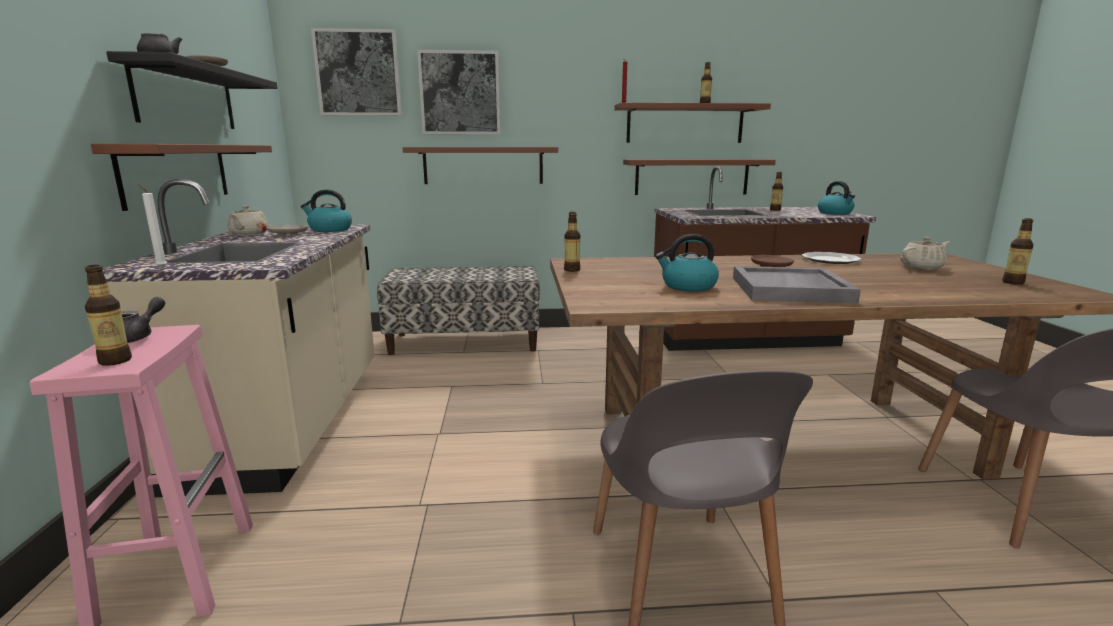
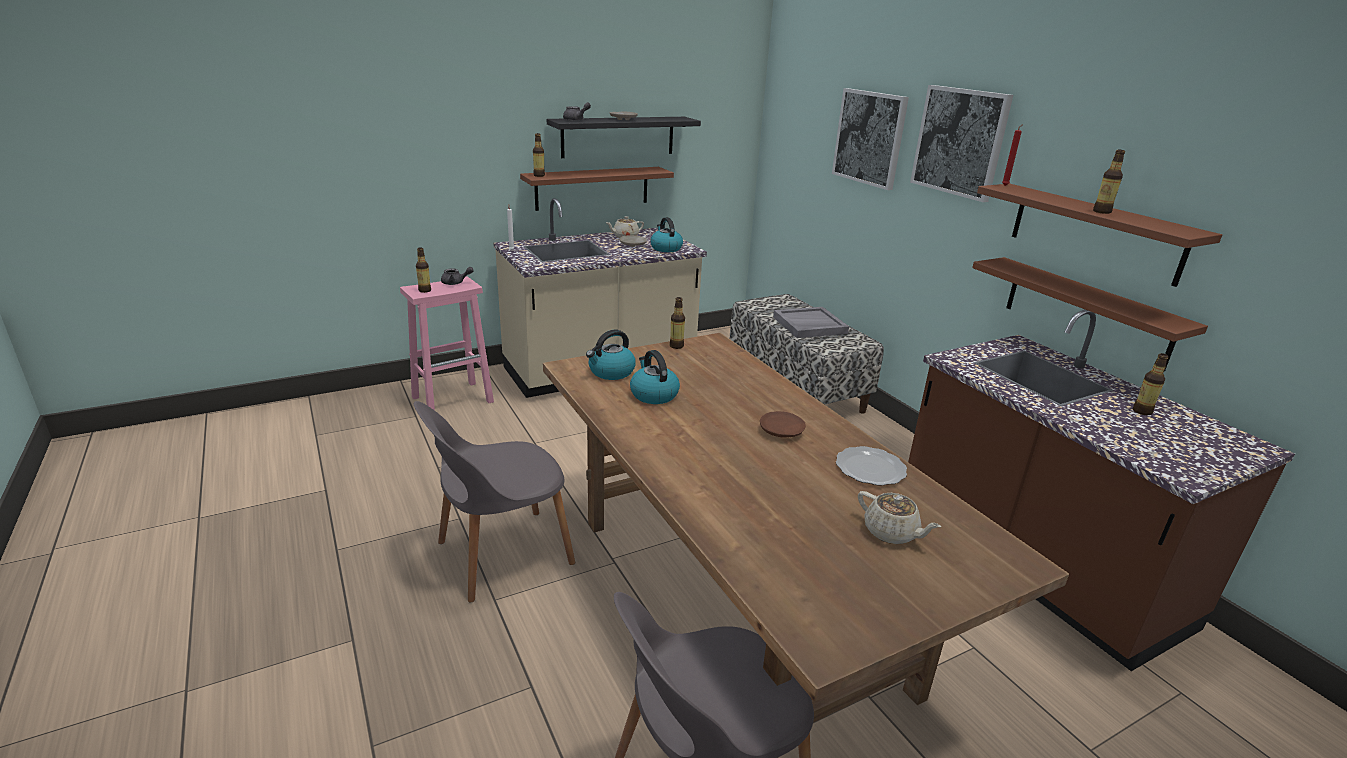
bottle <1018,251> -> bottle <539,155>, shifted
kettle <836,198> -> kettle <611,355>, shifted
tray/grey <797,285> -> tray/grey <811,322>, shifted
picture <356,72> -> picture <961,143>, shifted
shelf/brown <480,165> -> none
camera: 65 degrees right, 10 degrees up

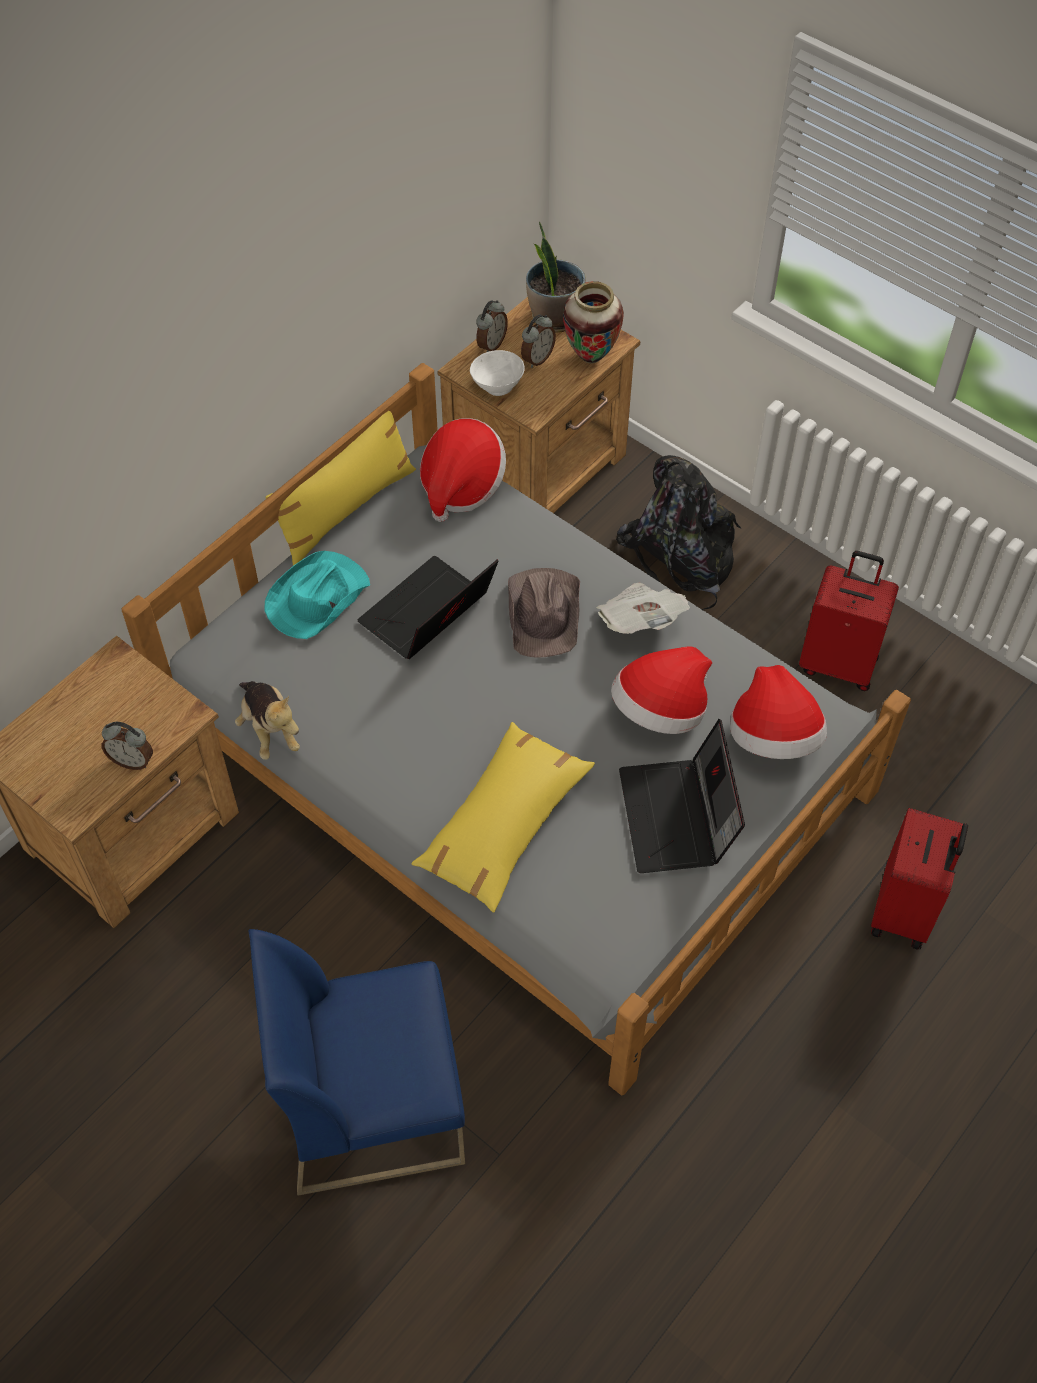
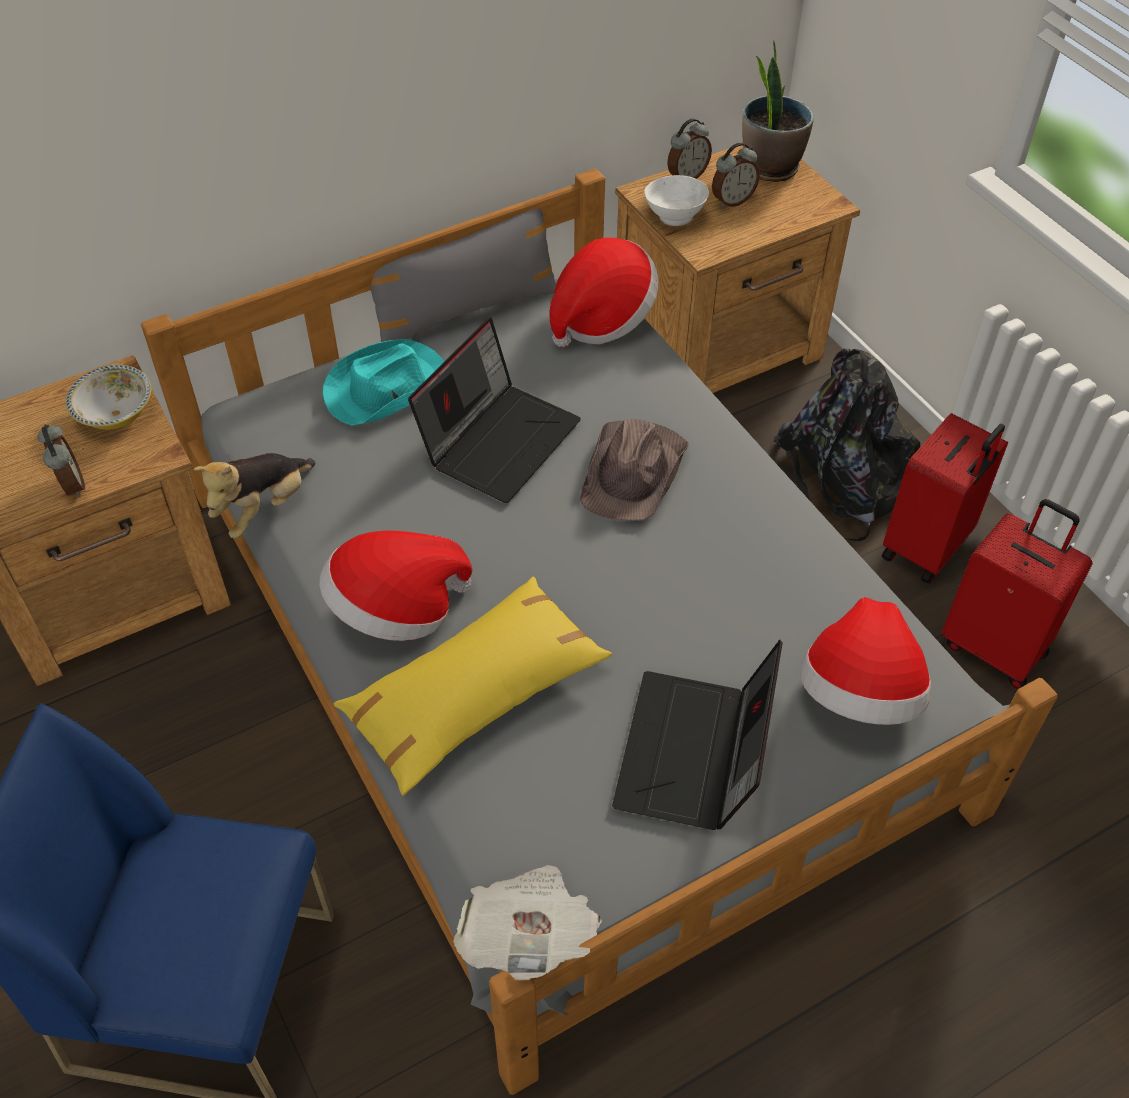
alarm clock <127,746> -> alarm clock <61,461>, 150 degrees counterclockwise
none -> bowl <108,397>
plush toy <267,720> -> plush toy <254,496>, 45 degrees clockwise
hat <661,690> -> hat <395,586>, shifted
pillow/yellow <340,488> -> pillow/grey <458,275>
laptop <427,607> -> laptop <494,410>, 150 degrees clockwise
newspaper <643,608> -> newspaper <527,923>, shifted
suitcase/red <919,879> -> suitcase/red <945,498>, shifted
vase <593,322> -> none
camera: 20 degrees right, 5 degrees down

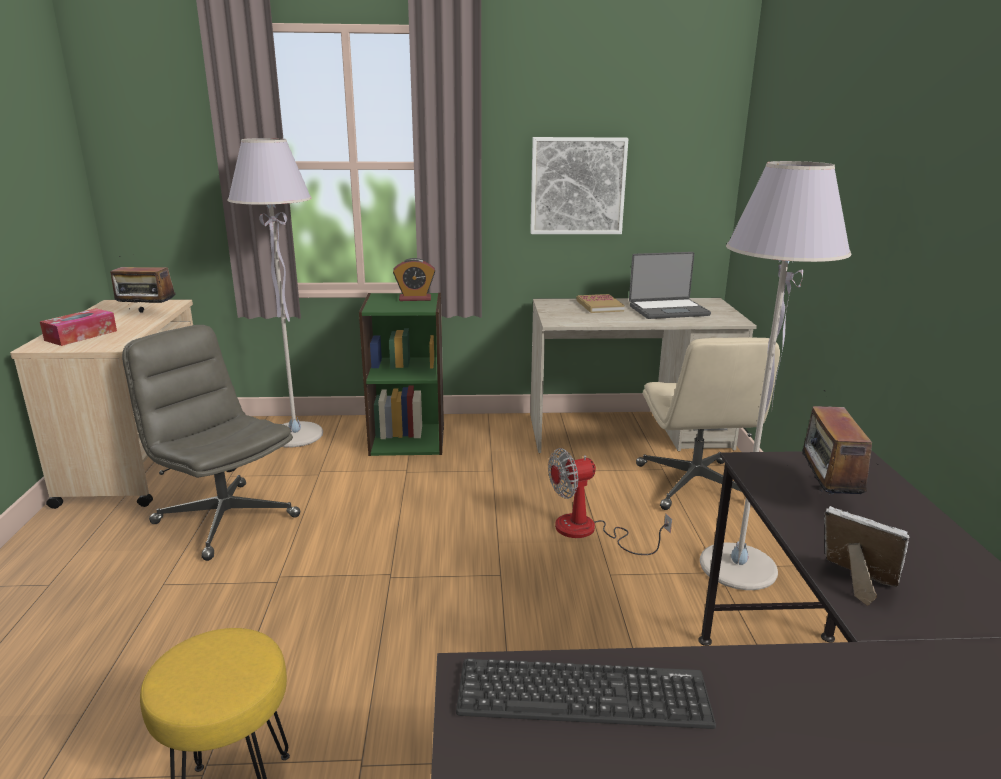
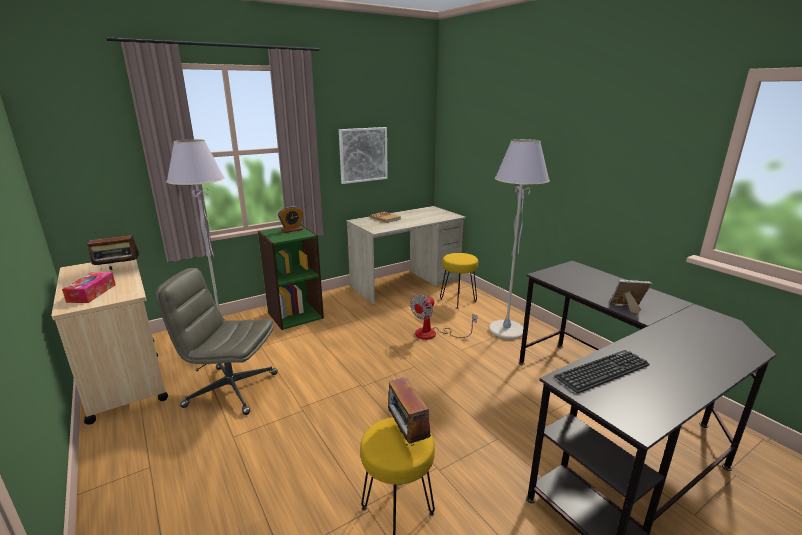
radio <840,442> -> radio <409,410>, shifted
office chair/beige <708,423> -> stool/yellow <459,281>
laptop <670,285> -> none
camera: 30 degrees left, 0 degrees up

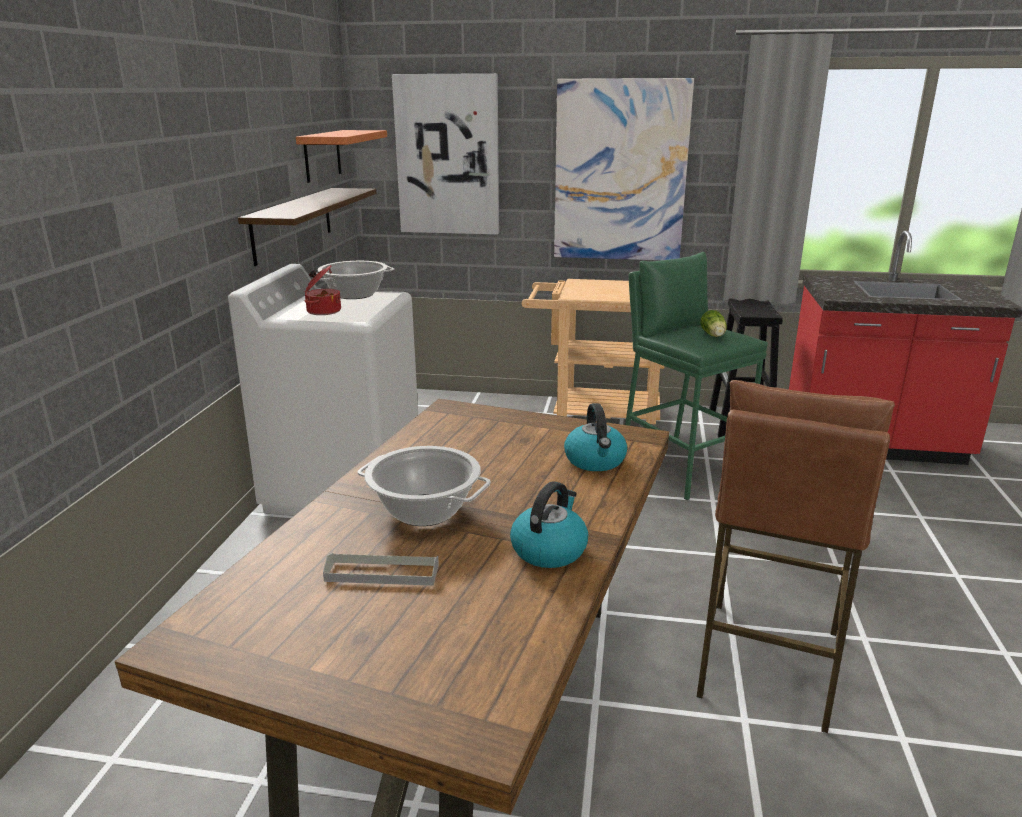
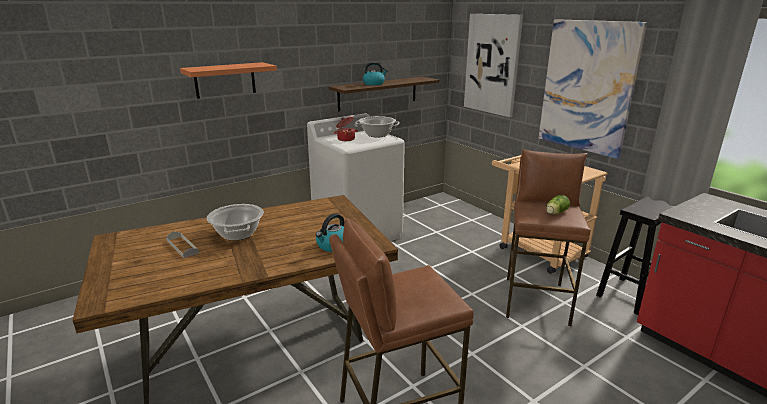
shelf <341,156> -> shelf <228,80>, shifted
kettle <549,525> -> kettle <375,73>, shifted
stool/green <696,376> -> stool/brown <548,237>
camera: 45 degrees right, 0 degrees up

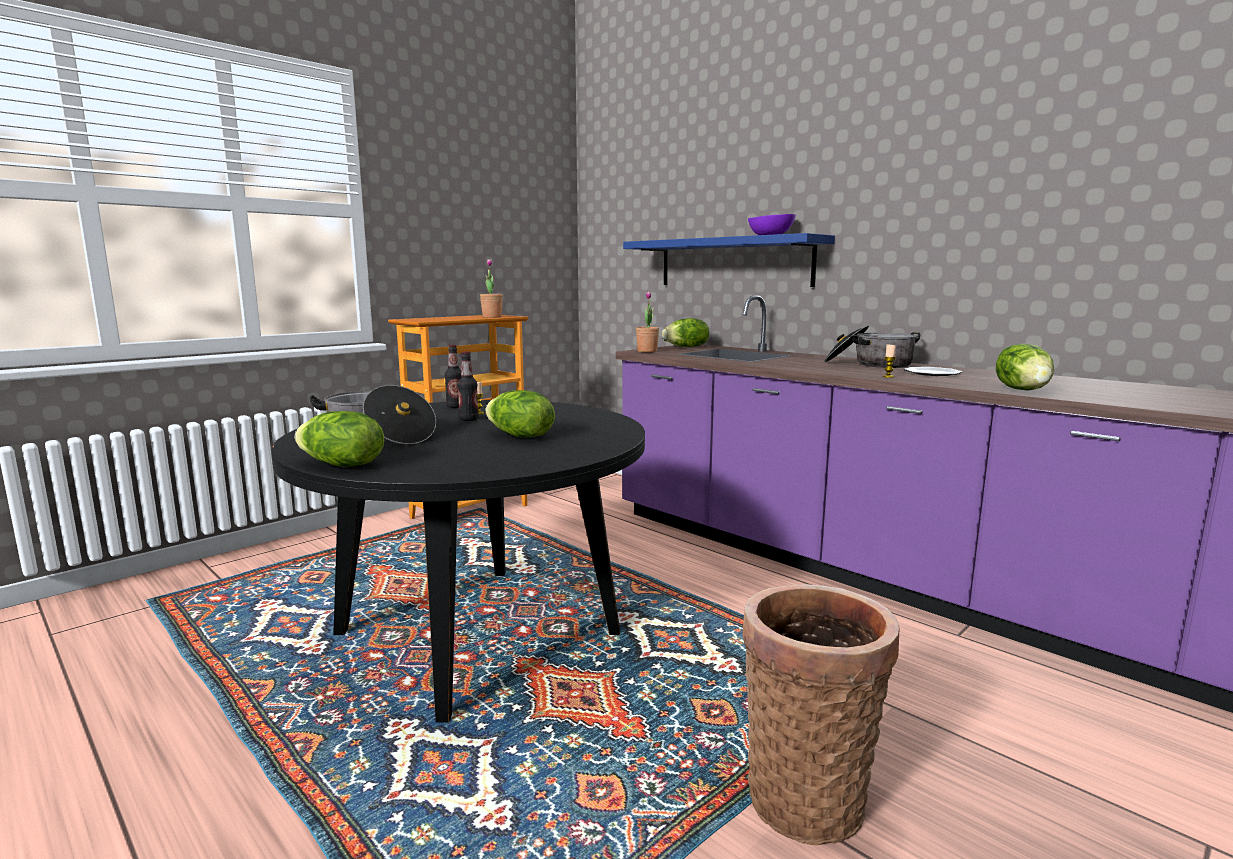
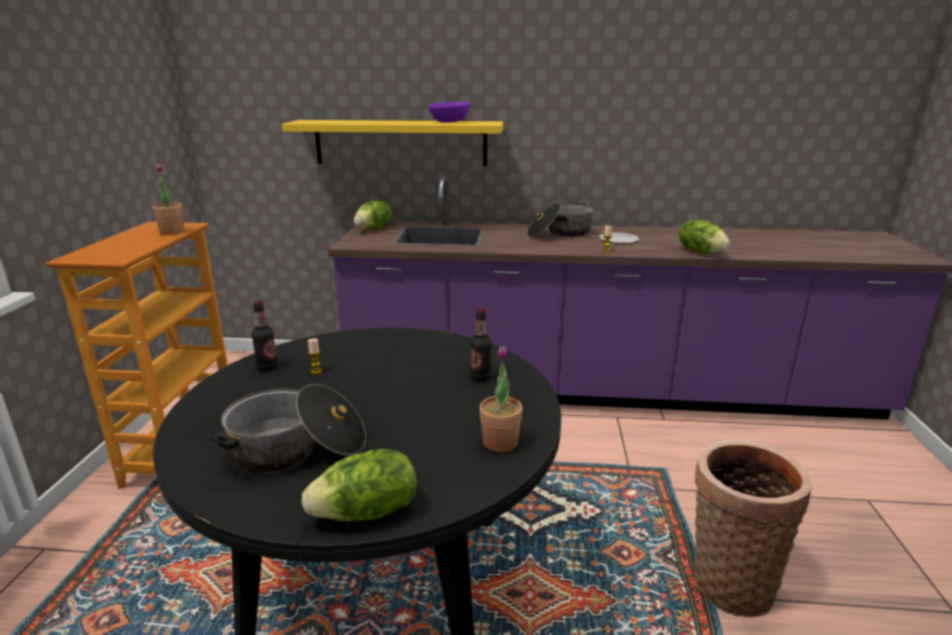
shelf/blue <729,260> -> shelf/yellow <393,143>
bottle <468,386> -> bottle <481,344>, shifted
potted plant <647,322> -> potted plant <501,399>, shifted
lettuce <520,413> -> none
camera: 40 degrees left, 10 degrees up

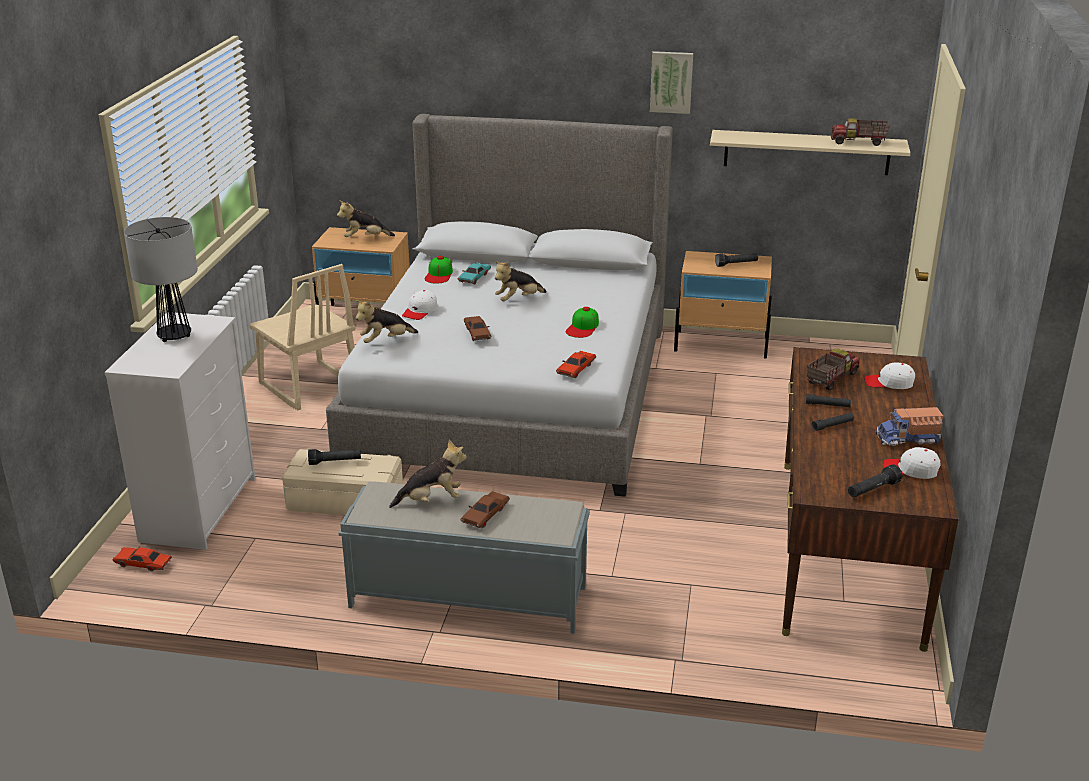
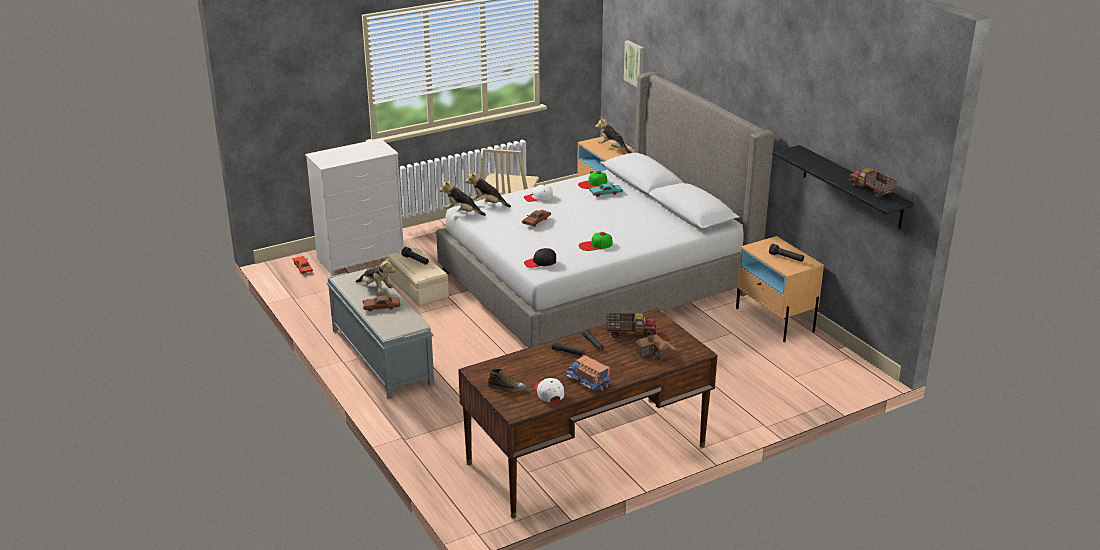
plush toy <520,281> -> plush toy <462,197>, shifted
flashlight/black <875,480> -> shoe <507,380>
toy car/red <576,364> -> cap/black <540,258>
picture <671,82> -> picture <634,63>, shifted
cap/white <889,375> -> toy house <656,347>
shelf/beige <810,152> -> shelf/black <844,187>
table lamp <161,279> -> none
camera: 50 degrees right, 0 degrees up

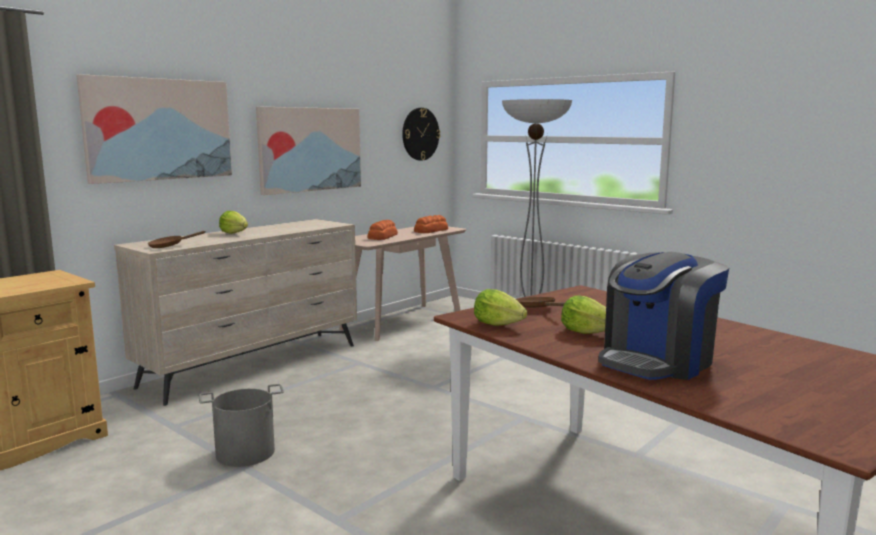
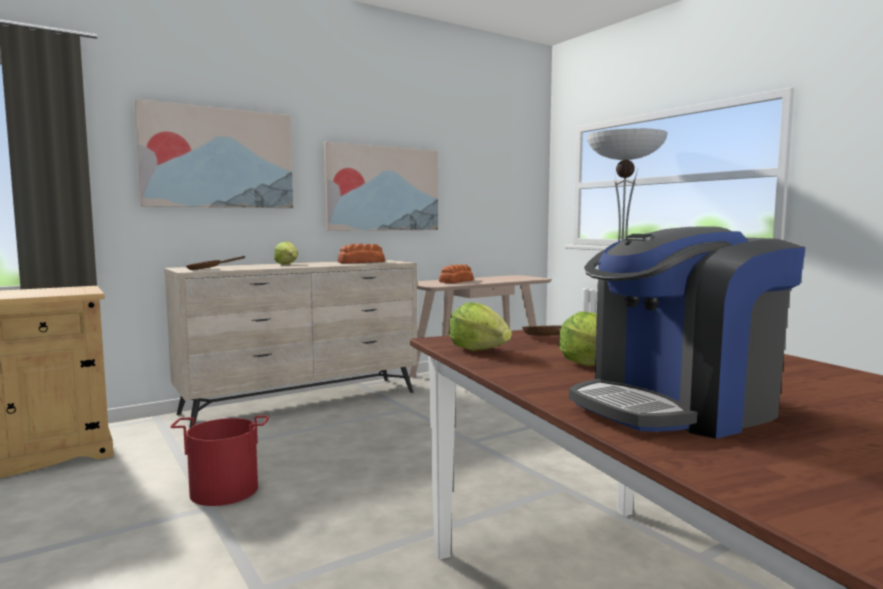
bucket/grey <241,425> -> bucket/red <219,460>
bread <431,224> -> bread <361,253>, shifted
wall clock <421,134> -> none
camera: 15 degrees right, 5 degrees down

